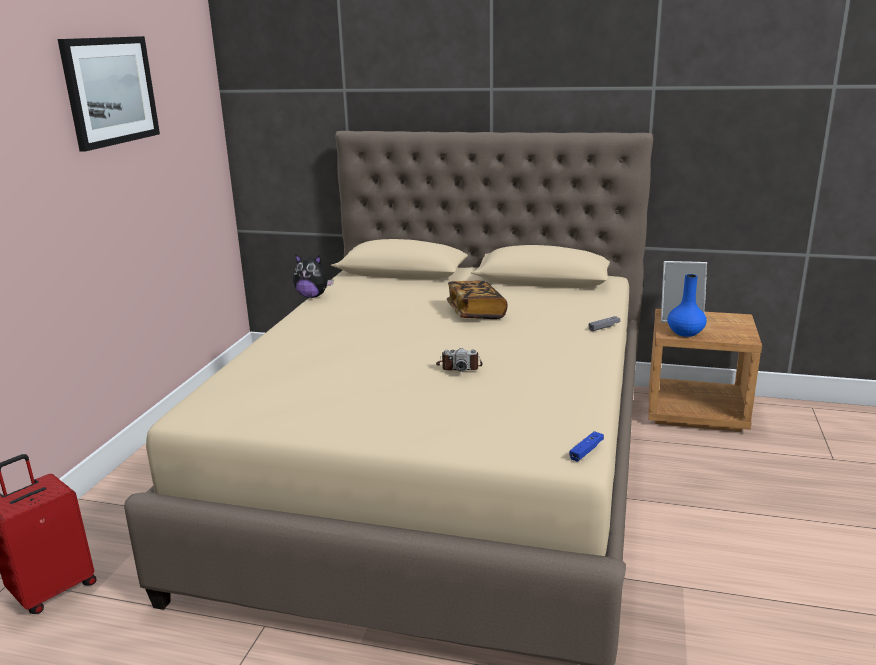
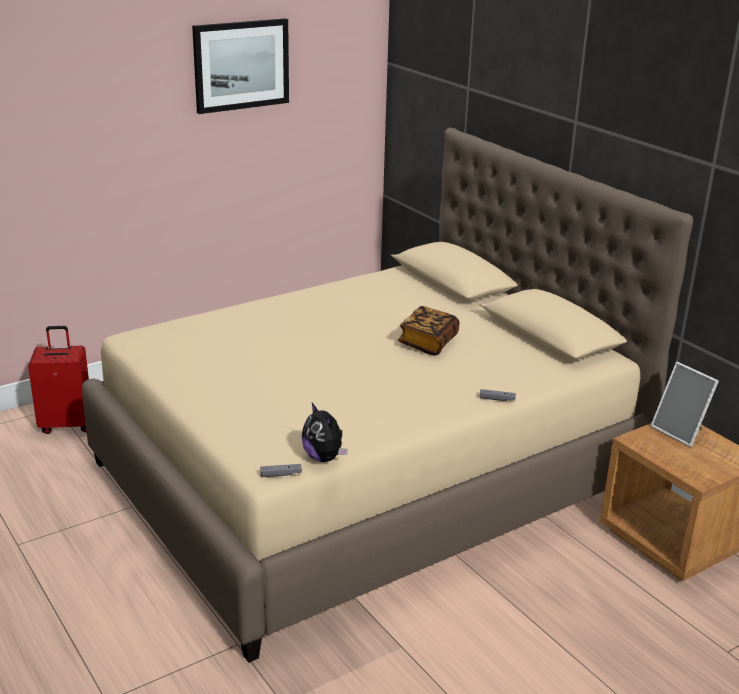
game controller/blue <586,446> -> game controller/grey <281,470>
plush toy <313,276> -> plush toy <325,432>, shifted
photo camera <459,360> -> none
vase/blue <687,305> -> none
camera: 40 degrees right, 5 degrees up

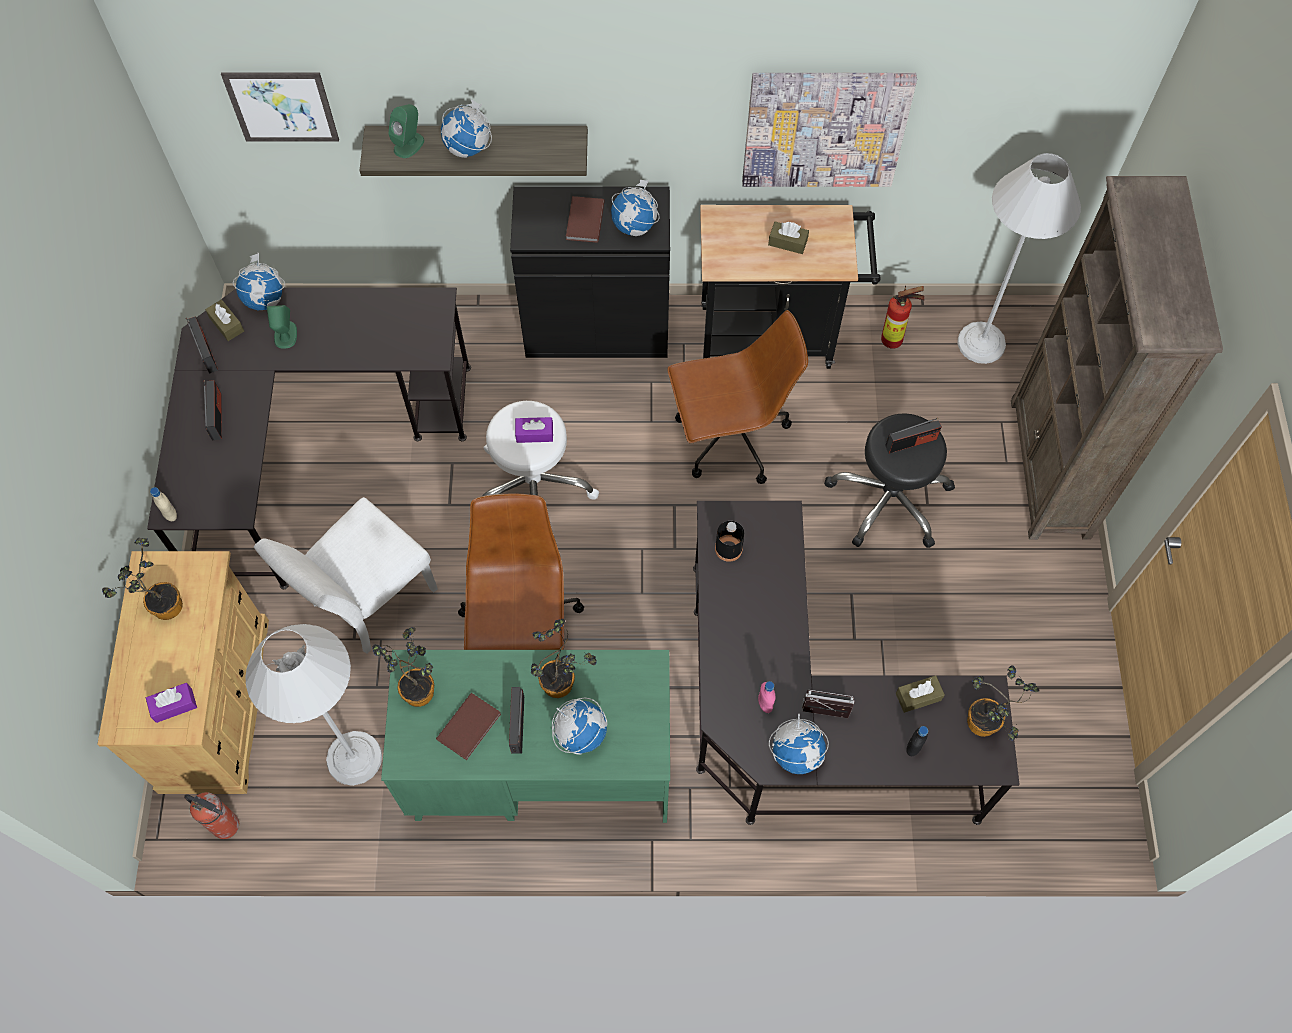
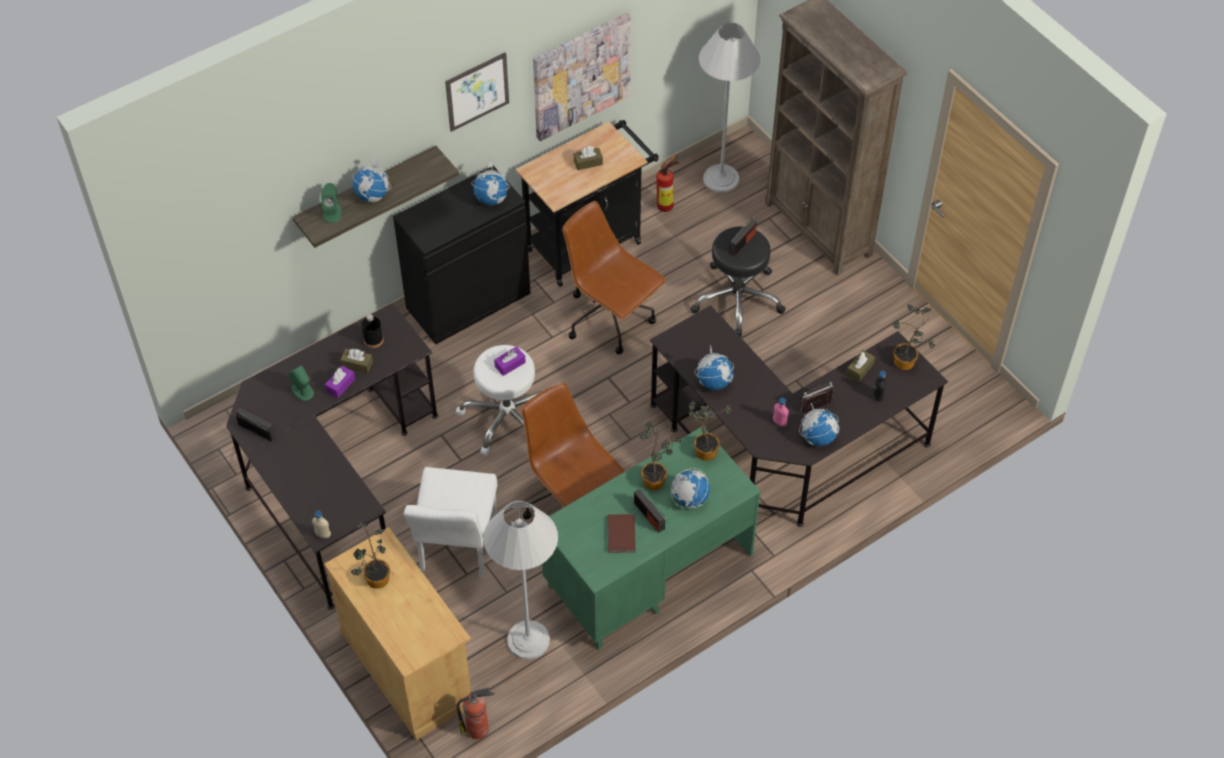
tissue box/purple <171,703> -> tissue box/purple <340,381>, shifted
tissue box/brown <224,320> -> tissue box/brown <356,361>, shifted
bottle/black <729,541> -> bottle/black <372,331>, shifted
picture <280,106> -> picture <477,92>, shifted
office chair/brown <737,397> -> office chair/brown <614,277>, 90 degrees counterclockwise
potted plant <403,667> -> potted plant <710,431>, shifted
globe <259,281> -> globe <714,367>, shifted
radio <213,410> -> none
book/brown <585,219> -> none
camera: 35 degrees left, 10 degrees down

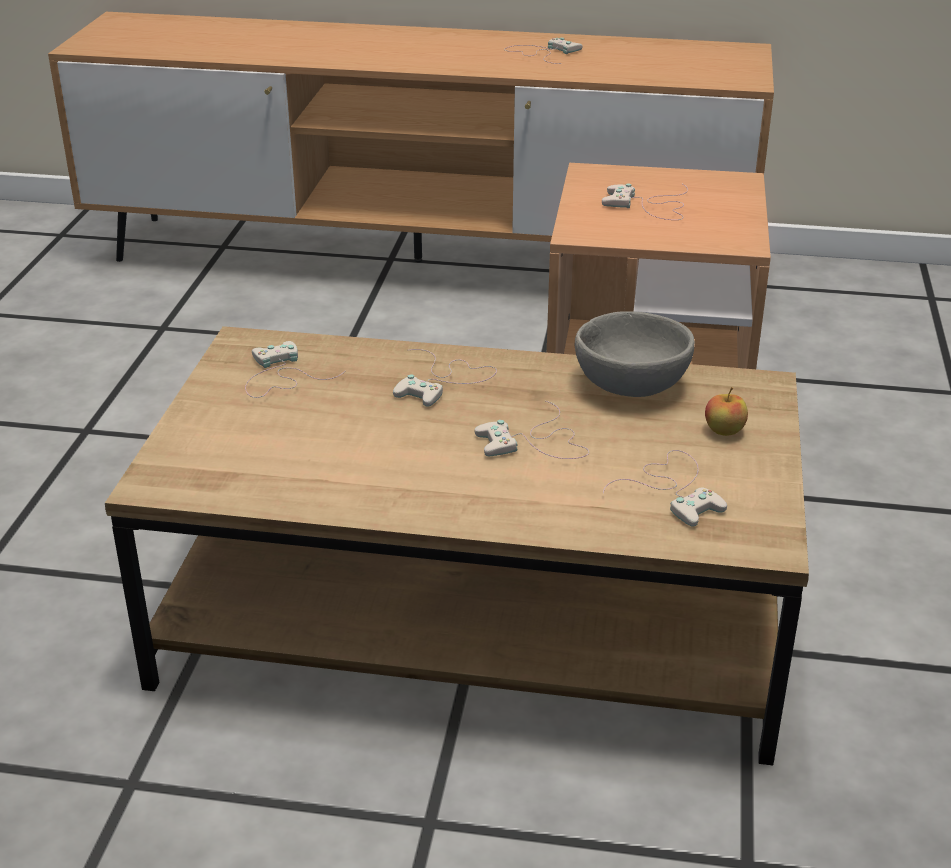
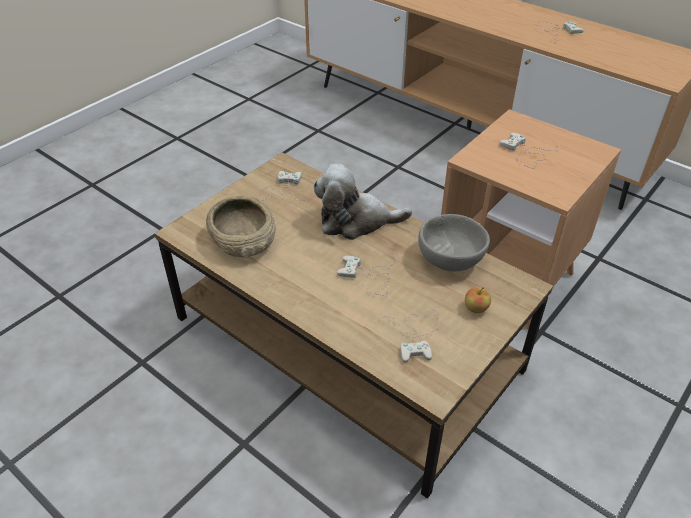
none -> bowl/beige <241,226>
game controller/white <445,378> -> plush toy <362,202>
camera: 30 degrees right, 10 degrees up

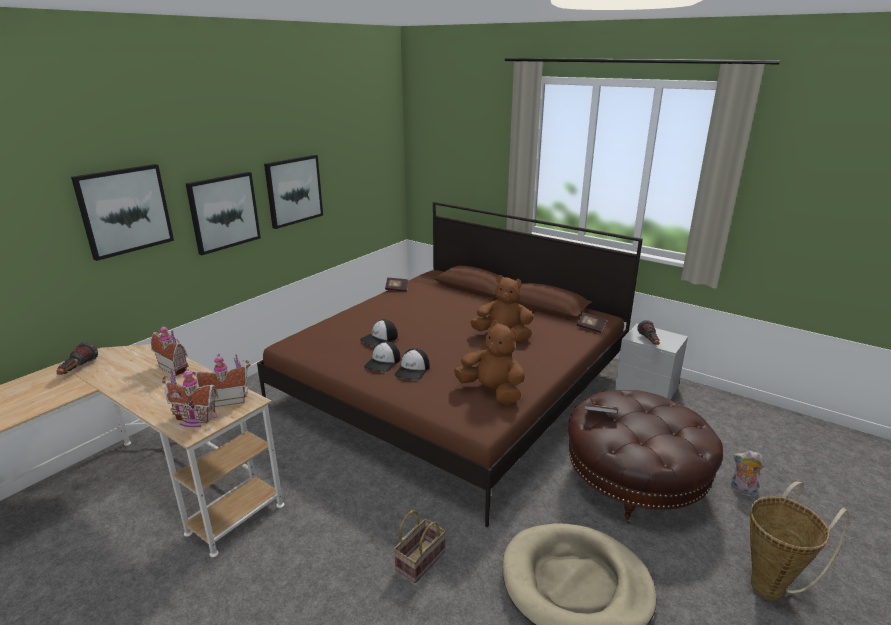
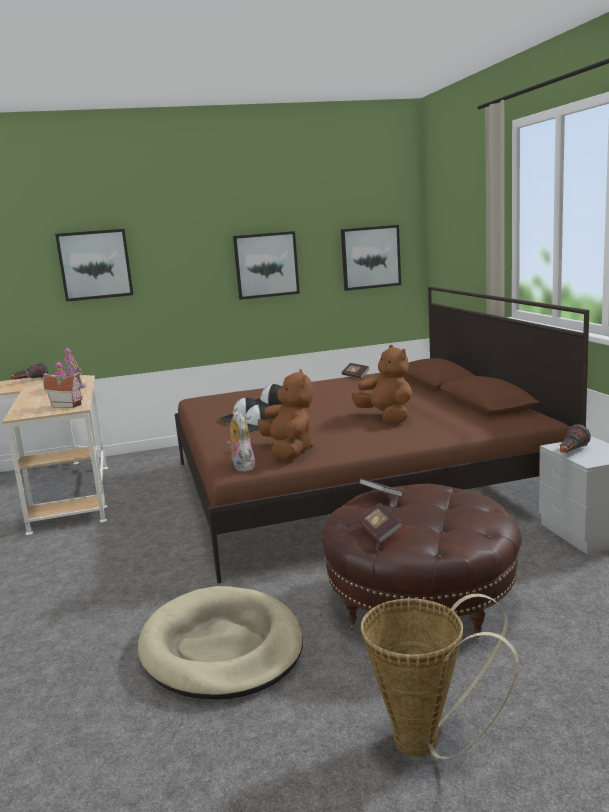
plush toy <747,474> -> plush toy <241,441>, shifted
picture <223,213> -> picture <371,258>, shifted
book <592,323> -> book <380,523>, shifted
toy house <190,397> -> none
basket <419,546> -> none
camera: 40 degrees right, 10 degrees down

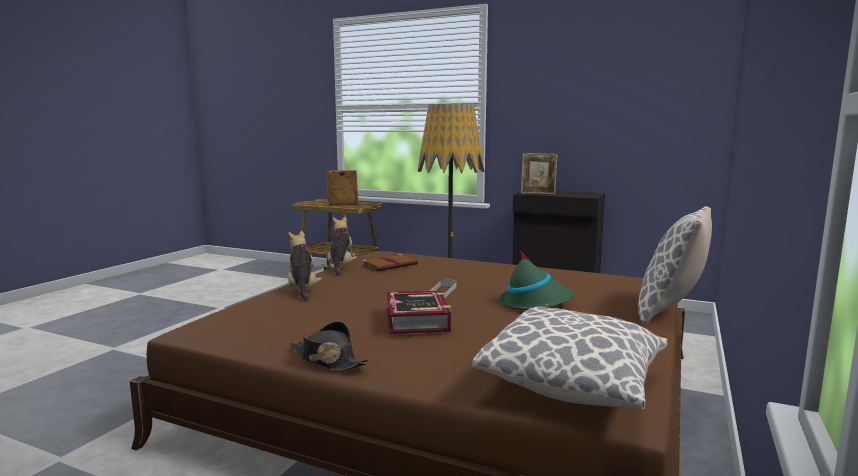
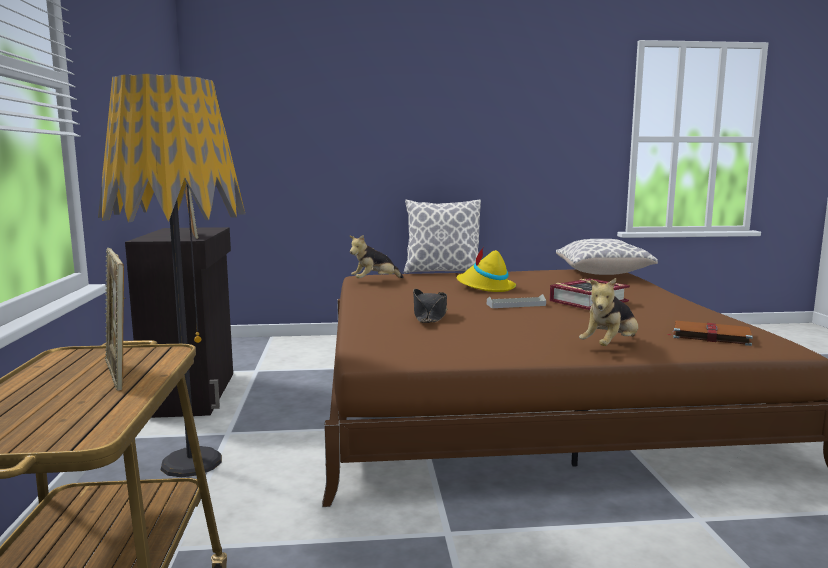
plush toy <341,246> -> plush toy <377,256>, shifted
hat/black <330,346> -> hat/black <430,306>, shifted
hat/green <537,279> -> hat/yellow <486,269>
book/brown <390,262> -> book/brown <710,333>, shifted
camera: 120 degrees left, 0 degrees up

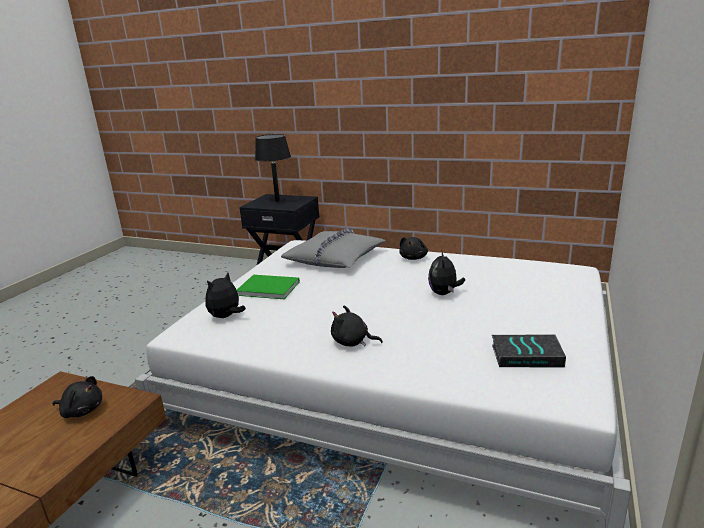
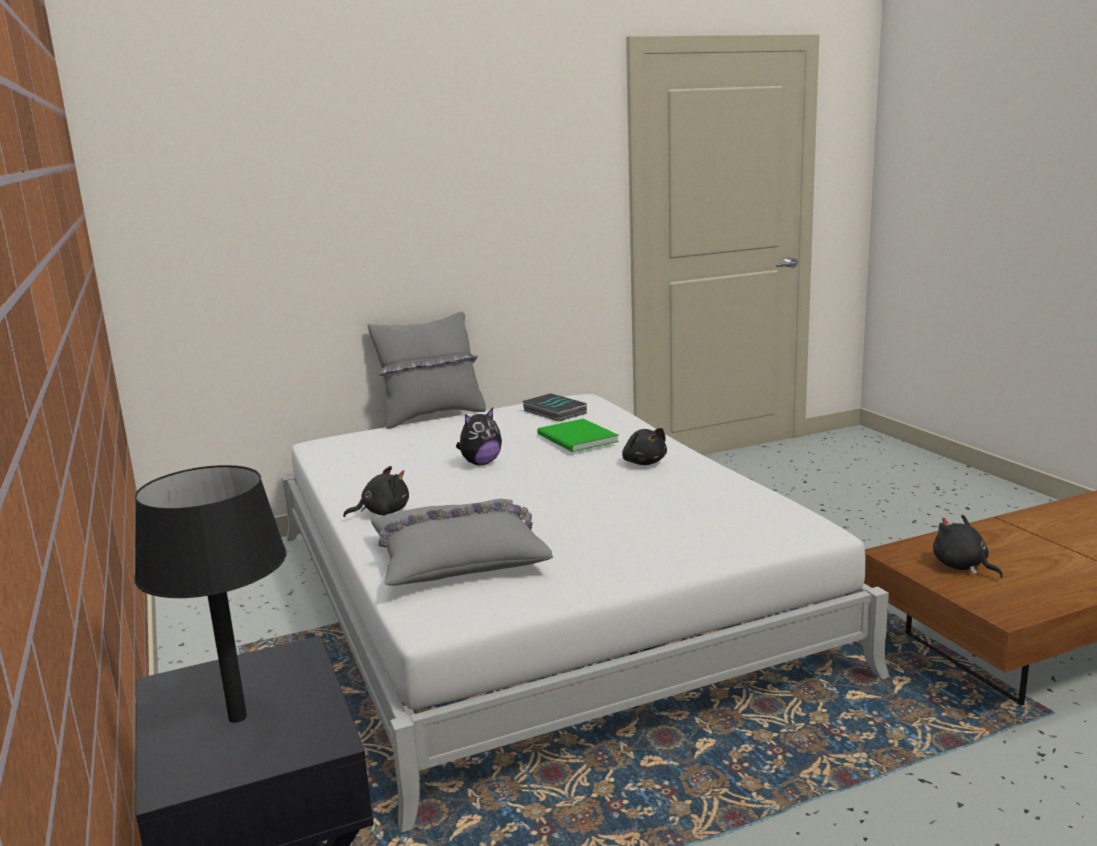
none -> pillow/grey <427,370>
book/green <268,287> -> book/green <578,435>, shifted
plush toy <225,295> -> none
camera: 135 degrees left, 5 degrees down

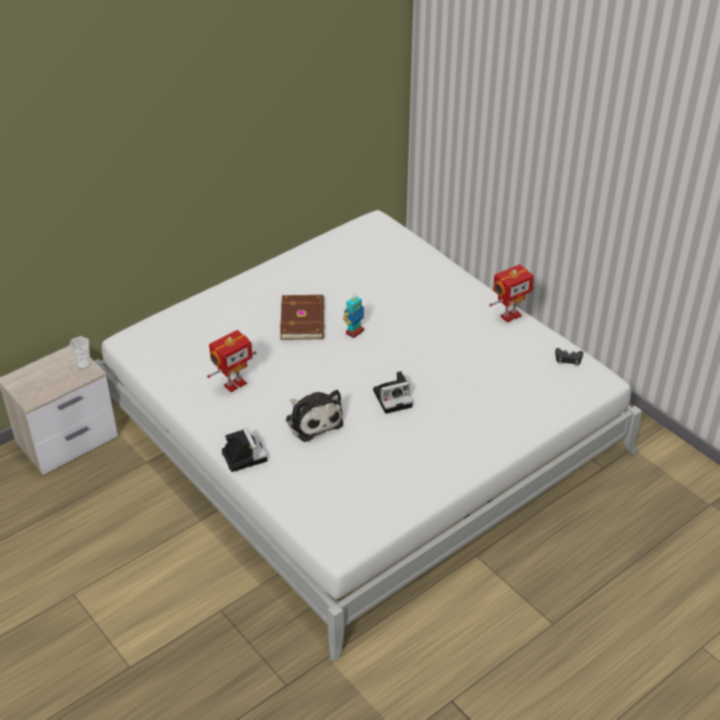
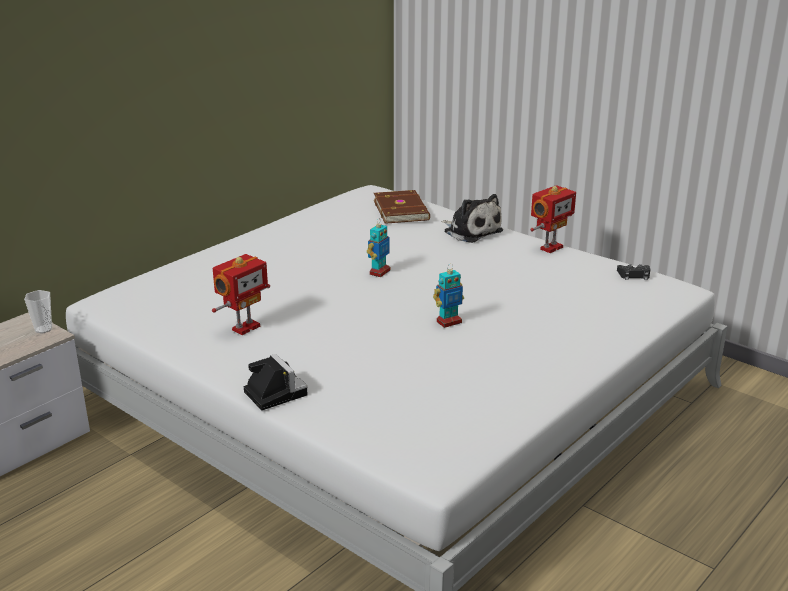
book/brown <302,317> -> book/brown <402,207>, shifted
photo camera <393,392> -> toy robot <448,297>
plush toy <315,416> -> plush toy <472,218>, shifted
camera: 10 degrees left, 15 degrees down

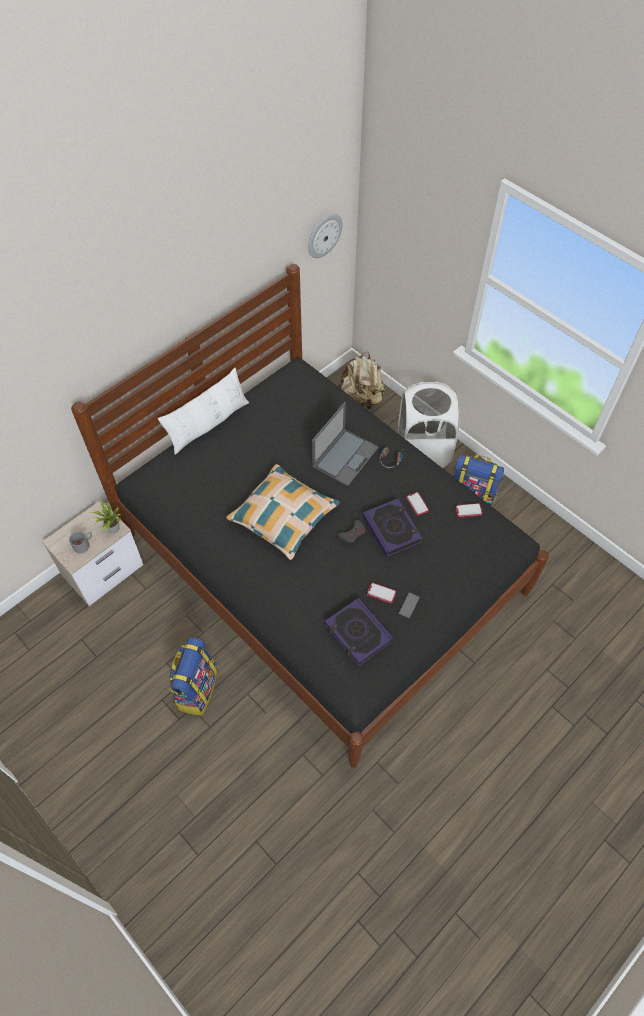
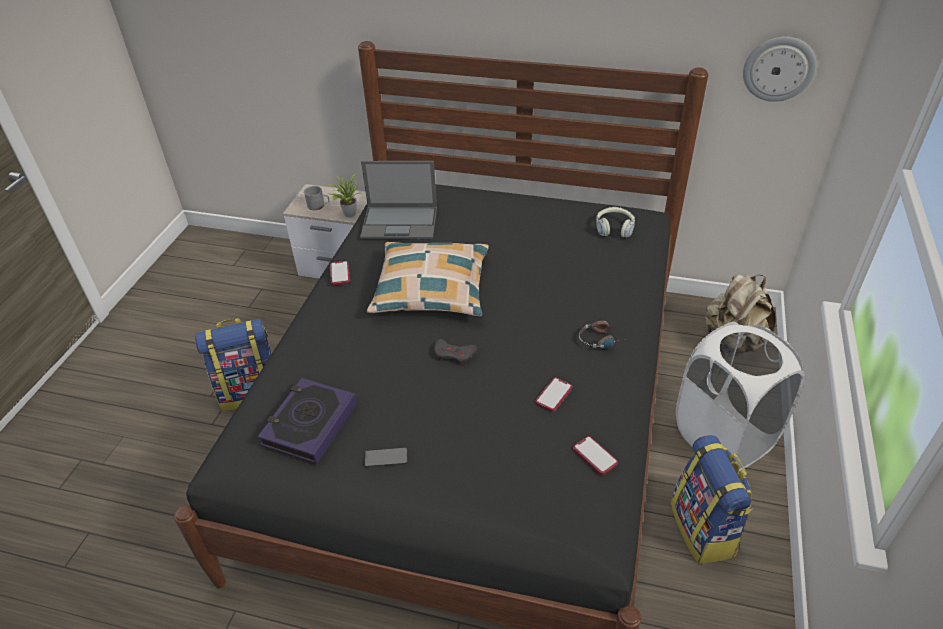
phone <381,593> -> phone <340,273>, shifted
laptop <345,444> -> laptop <398,200>, shifted
none -> headphones <615,222>
pillow/white <203,411> -> none
book <393,528> -> none
camera: 60 degrees right, 15 degrees down

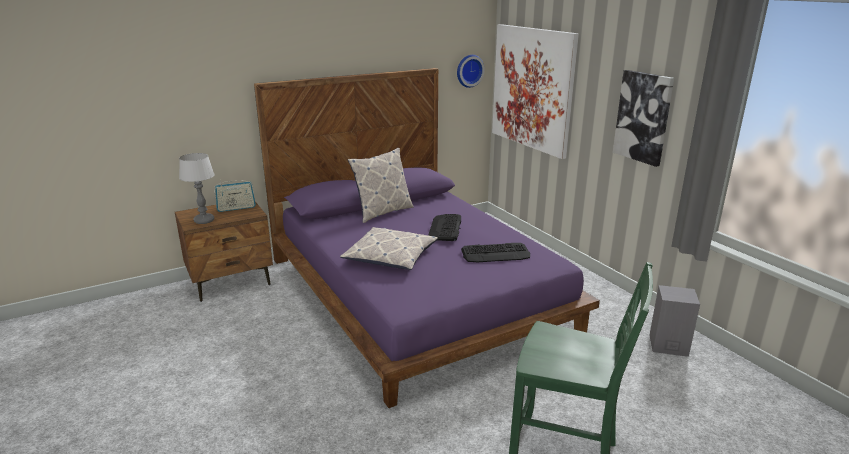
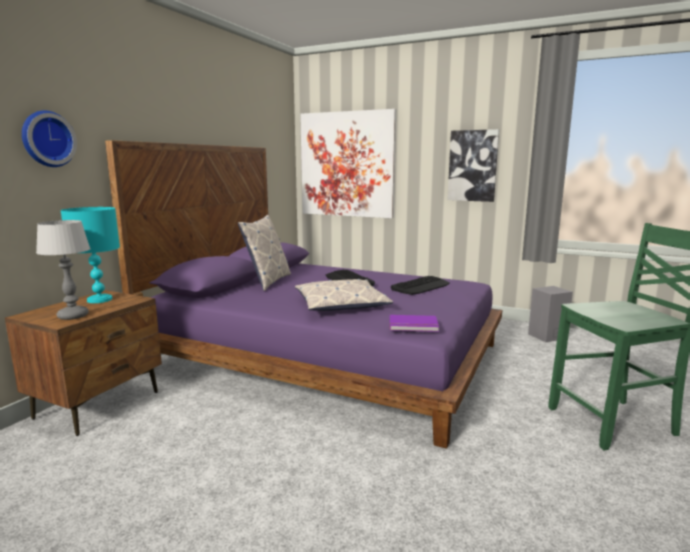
wall clock <471,71> -> wall clock <49,138>, shifted
radio <235,196> -> table lamp/turquoise <90,255>
none -> book/purple <414,323>
camera: 35 degrees left, 10 degrees down

